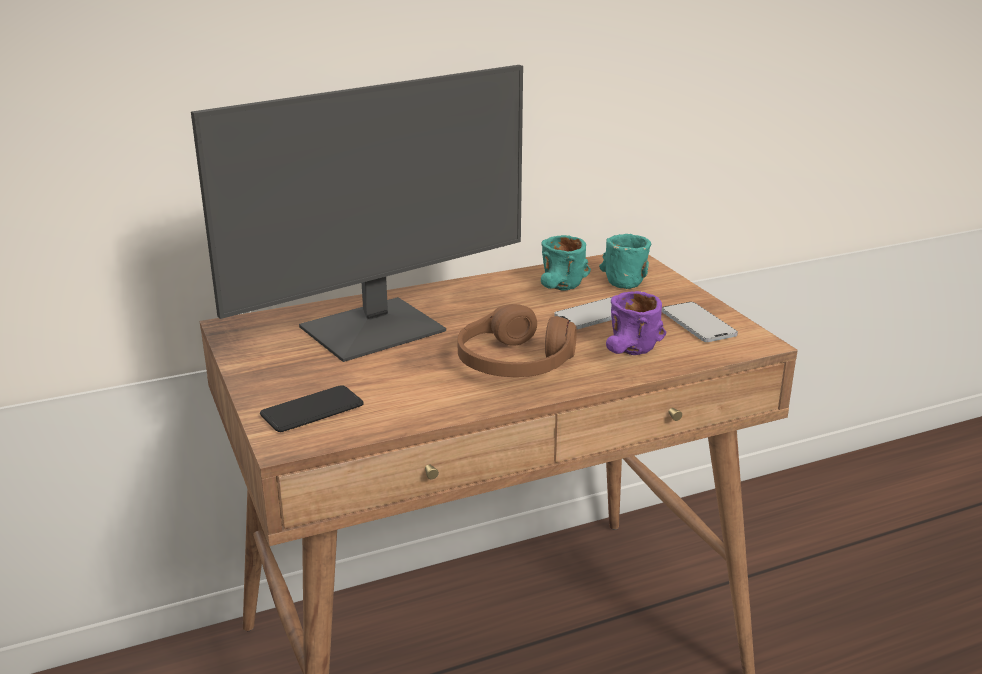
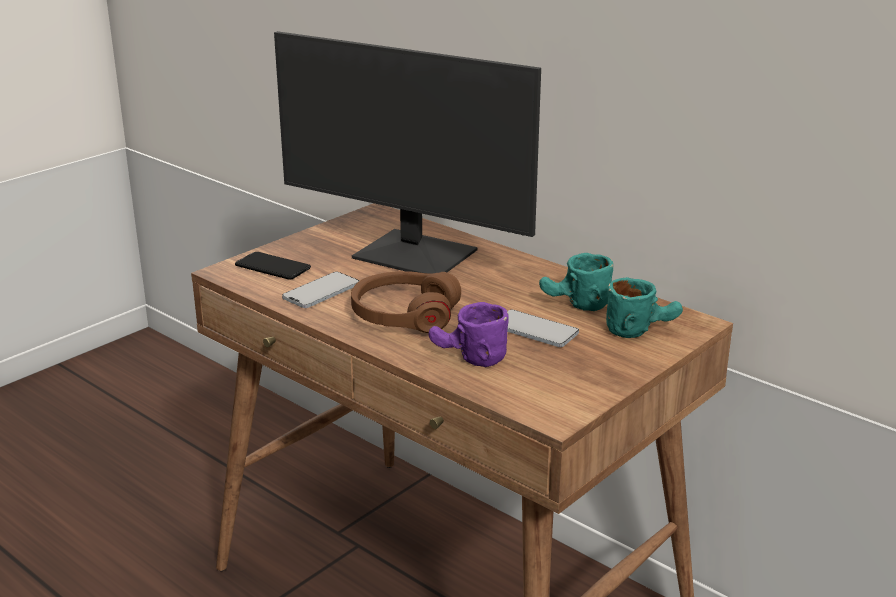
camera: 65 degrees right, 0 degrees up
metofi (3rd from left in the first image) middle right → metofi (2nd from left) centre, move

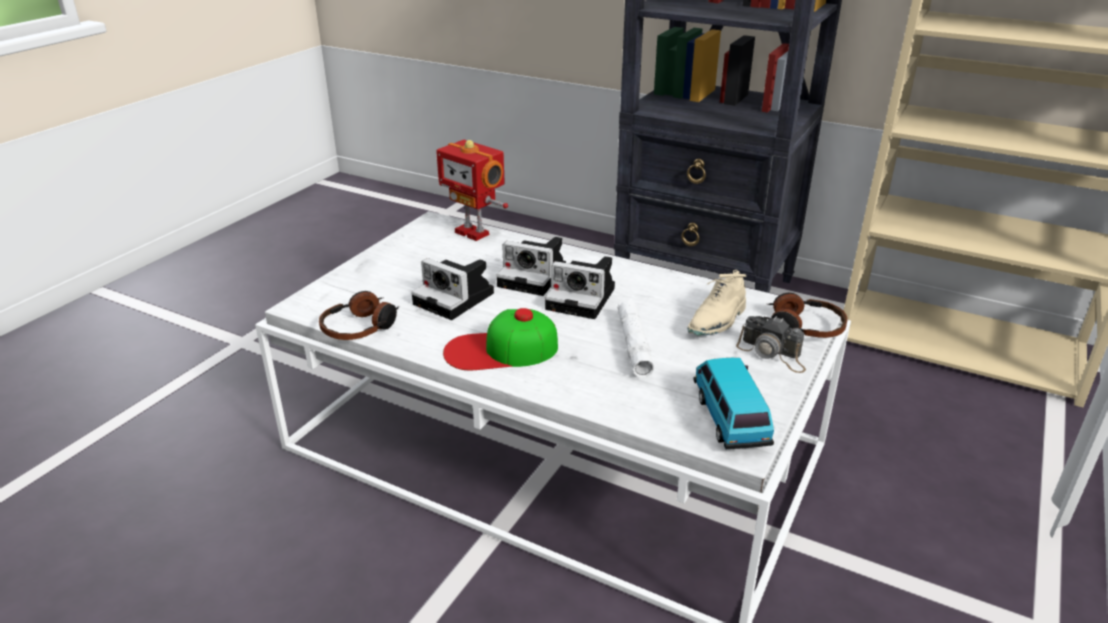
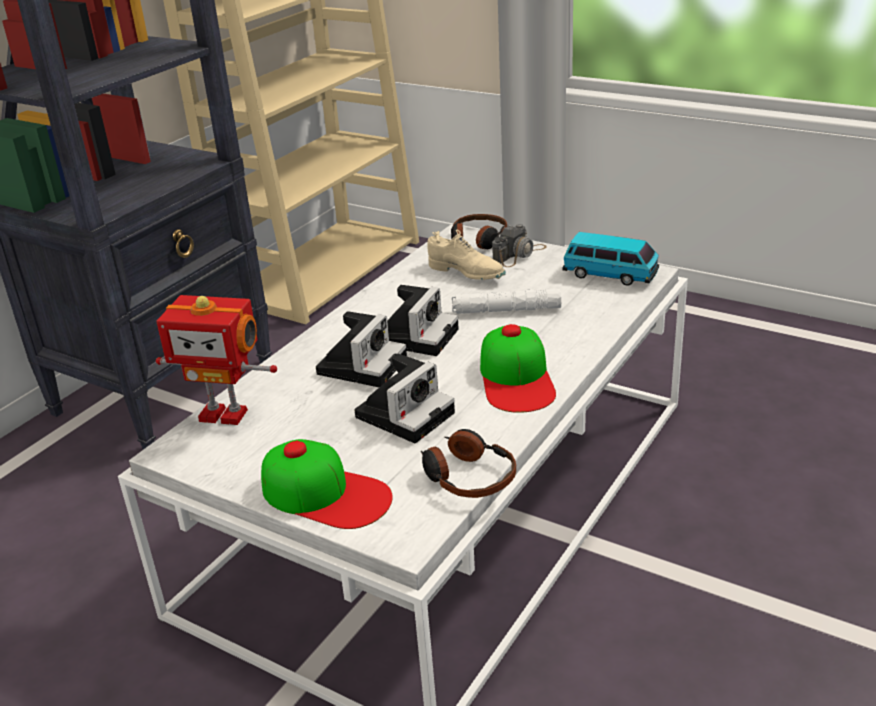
camera: 85 degrees left, 0 degrees up
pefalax top centre → pefalax middle left, 60 degrees clockwise
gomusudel centre → gomusudel middle right, 150 degrees counterclockwise
- → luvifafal (1st from left) bottom centre

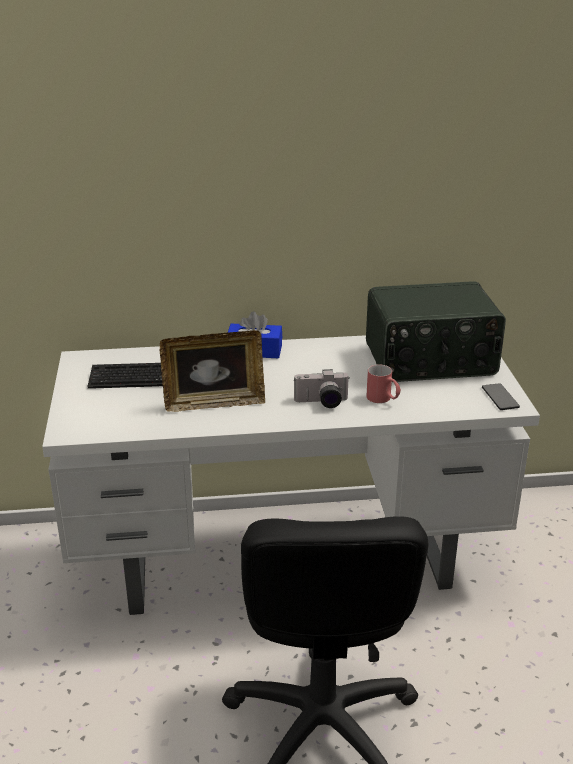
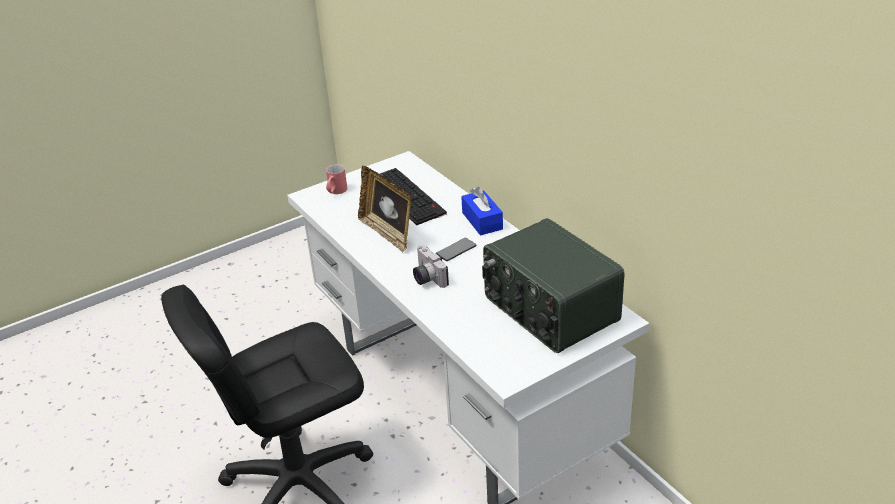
camera: 65 degrees right, 5 degrees up
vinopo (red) middle right → vinopo (red) centre, move
metofi middle right → metofi centre, move

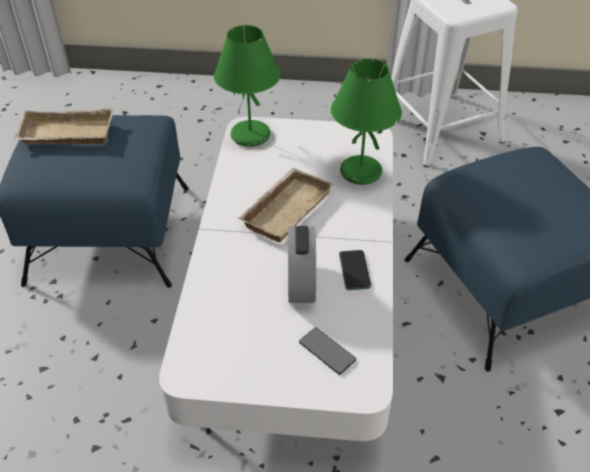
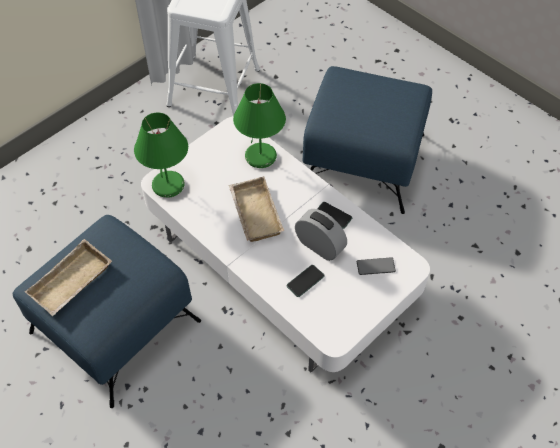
camera: 50 degrees left, 10 degrees up
- → metofi (1st from left) centre

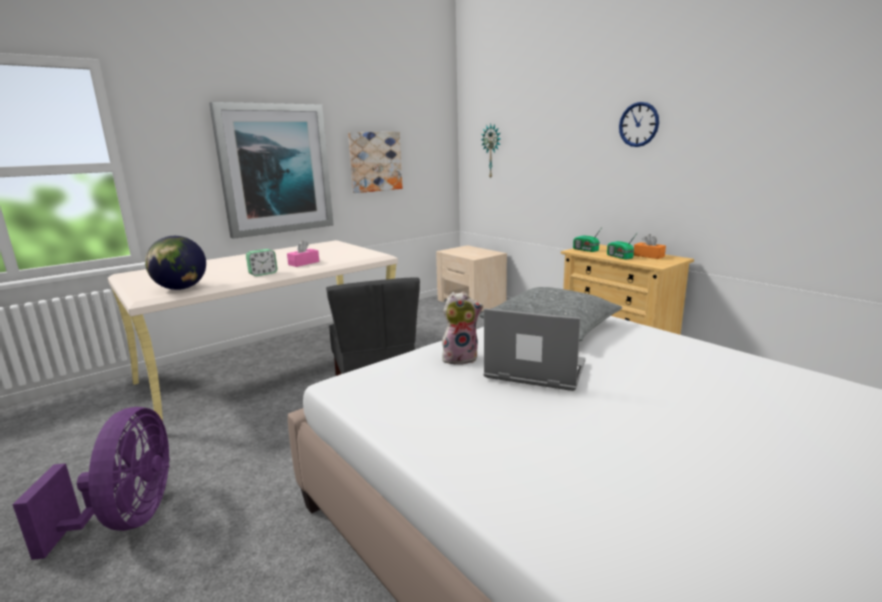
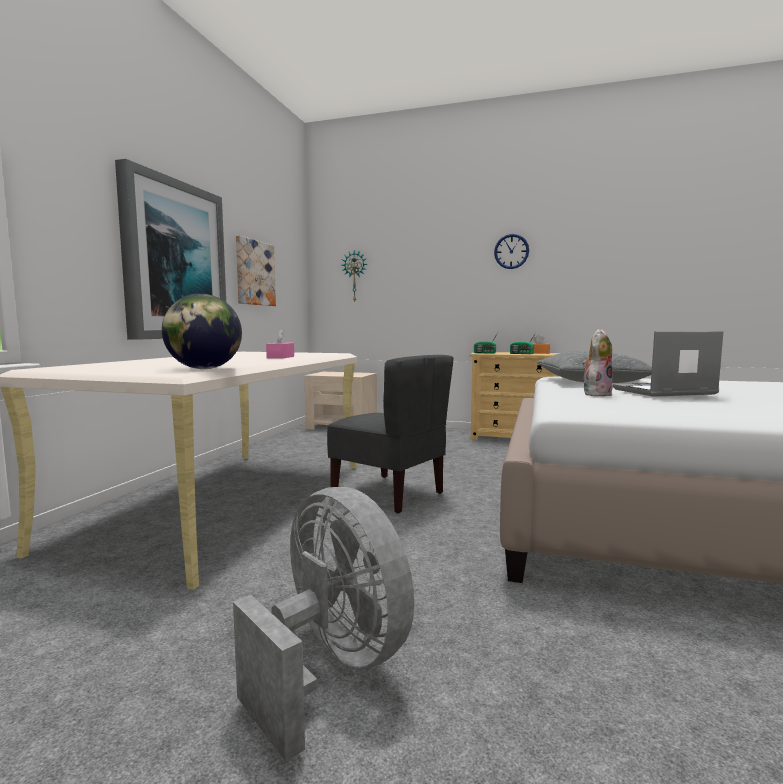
camera: 35 degrees left, 10 degrees down
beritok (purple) bottom left → beritok (grey) bottom centre
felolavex middle left → -

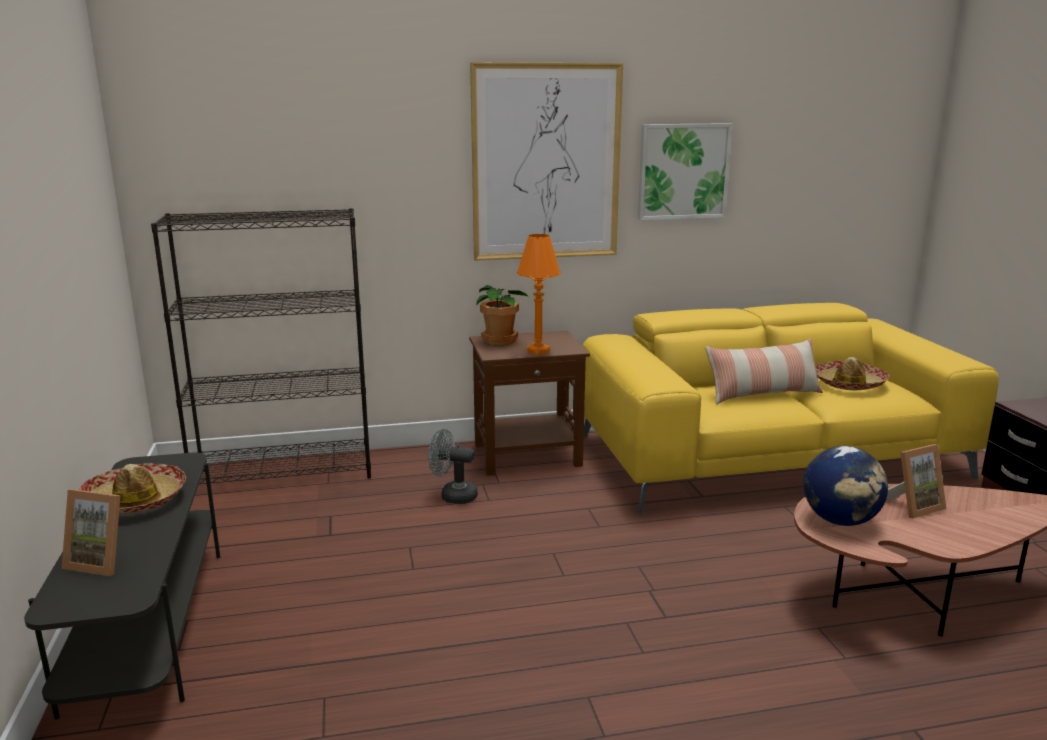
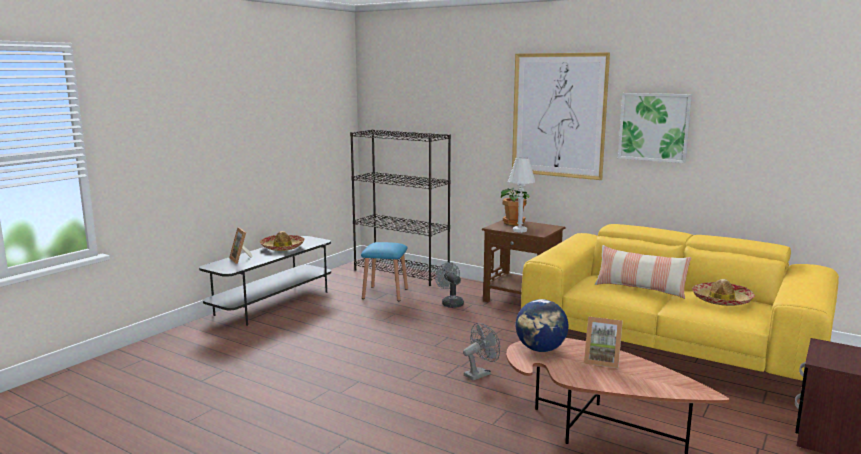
camera: 45 degrees right, 5 degrees down
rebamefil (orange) centre → rebamefil (white) centre
- → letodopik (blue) centre
- → beritok (grey) (2nd from left) bottom centre

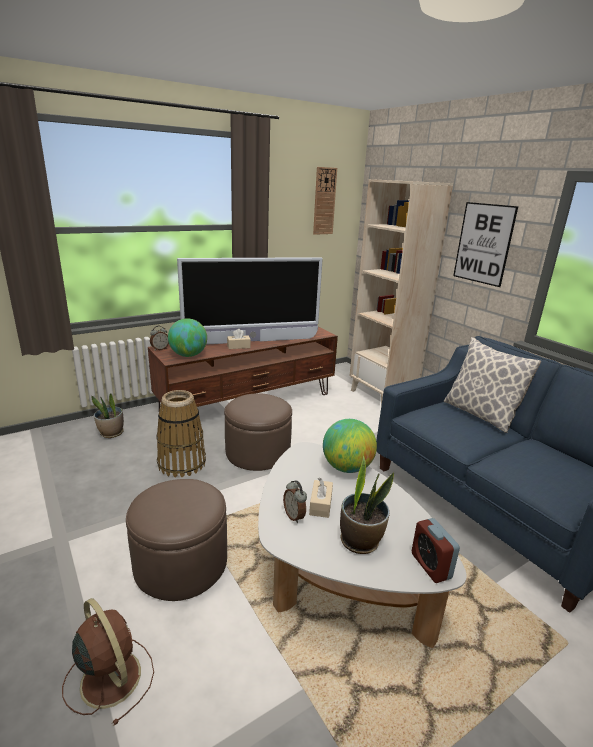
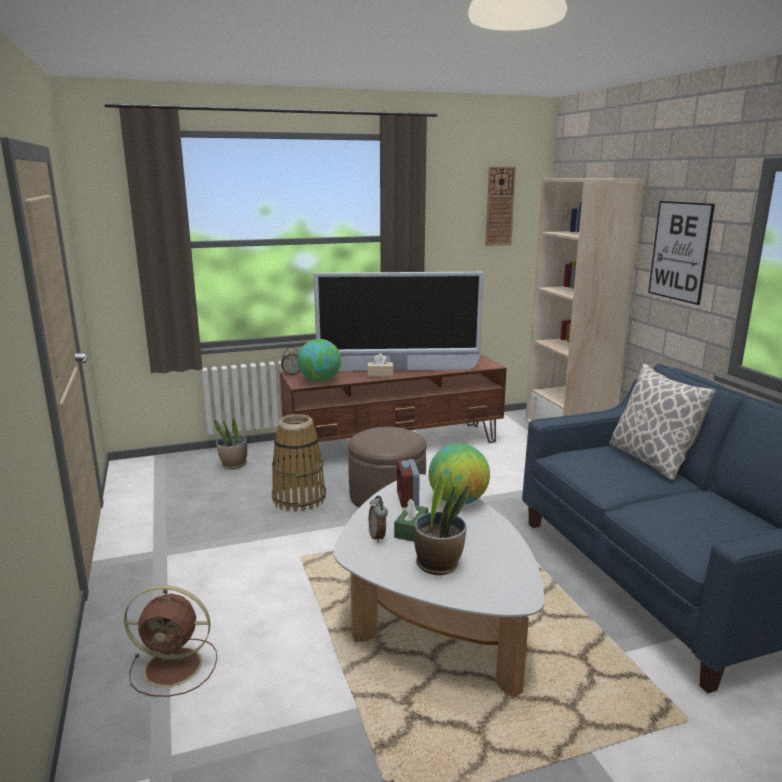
camera: 15 degrees right, 5 degrees down
beritok (brown) bottom left, 120 degrees clockwise
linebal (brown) (1st from left) bottom left → -
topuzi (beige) (2nd from left) bottom centre → topuzi (green) centre
felolavex (3rd from left) bottom right → felolavex (3rd from left) centre, move

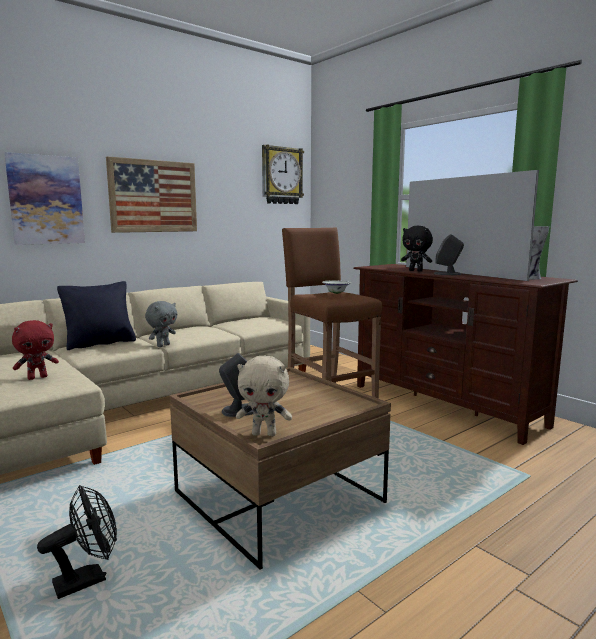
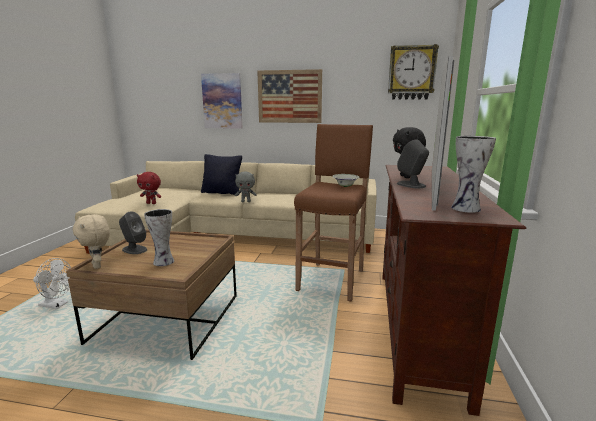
camera: 50 degrees right, 5 degrees up
beritok (black) bottom left → beritok (white) bottom left
- → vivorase (1st from left) middle left

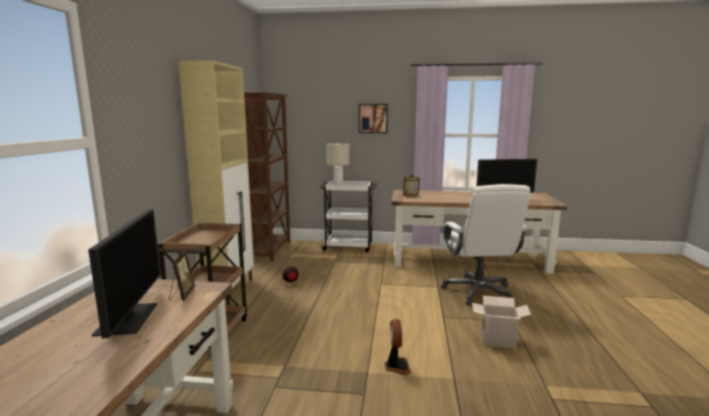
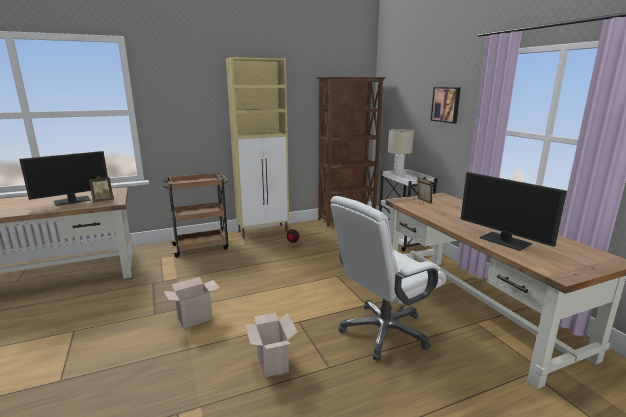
camera: 60 degrees right, 5 degrees up
beritok (2nd from left) bottom centre → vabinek (1st from left) bottom left

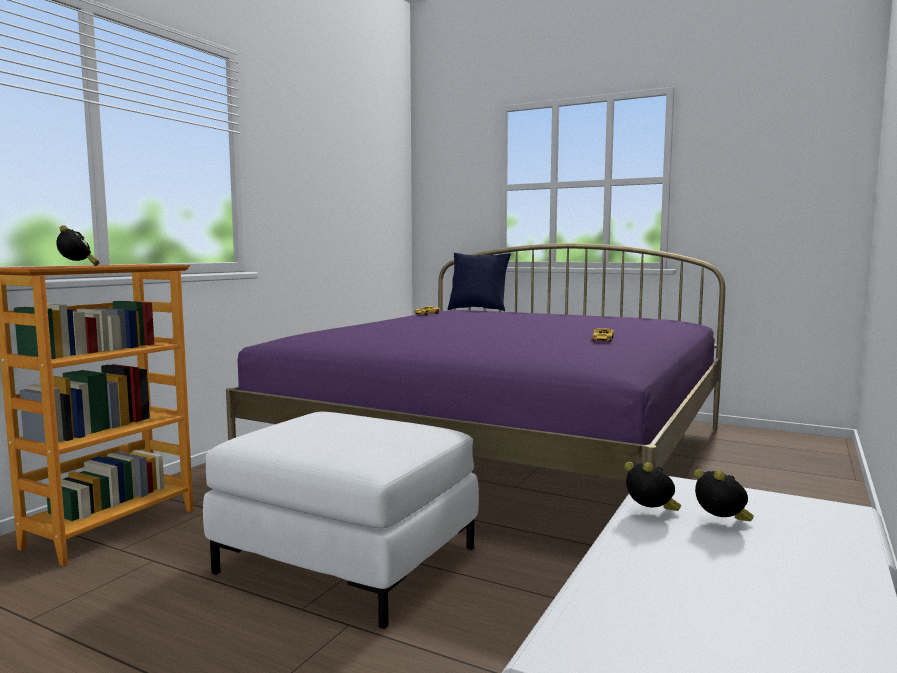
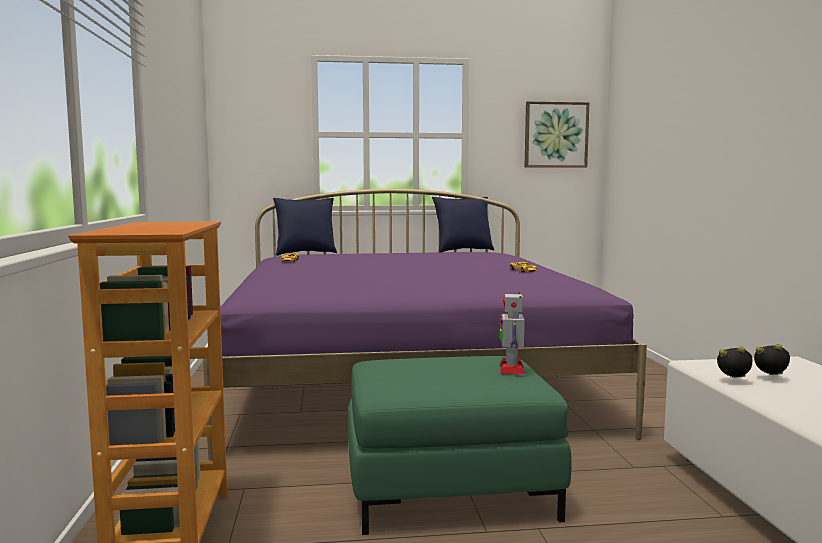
camera: 35 degrees left, 0 degrees up
felolavex (1st from left) middle left → -
linebal (white) bottom centre → linebal (green) bottom centre
- → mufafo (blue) (2nd from left) centre
- → pefalax centre
- → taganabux top right

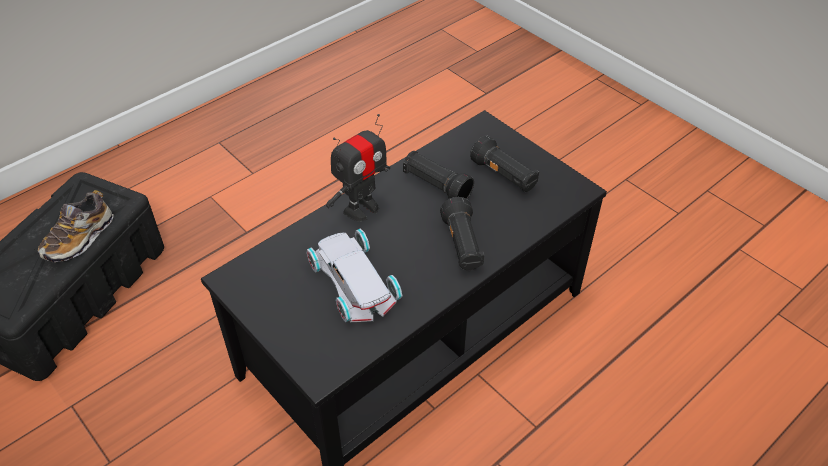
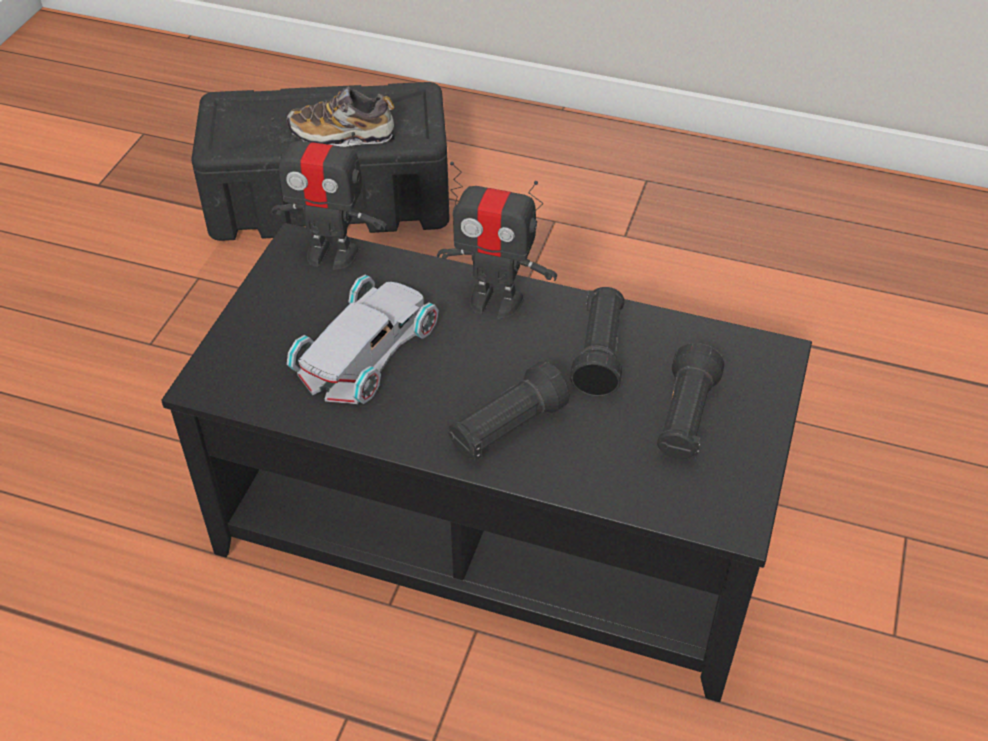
camera: 60 degrees right, 0 degrees up
- → pefalax (1st from left) top left

